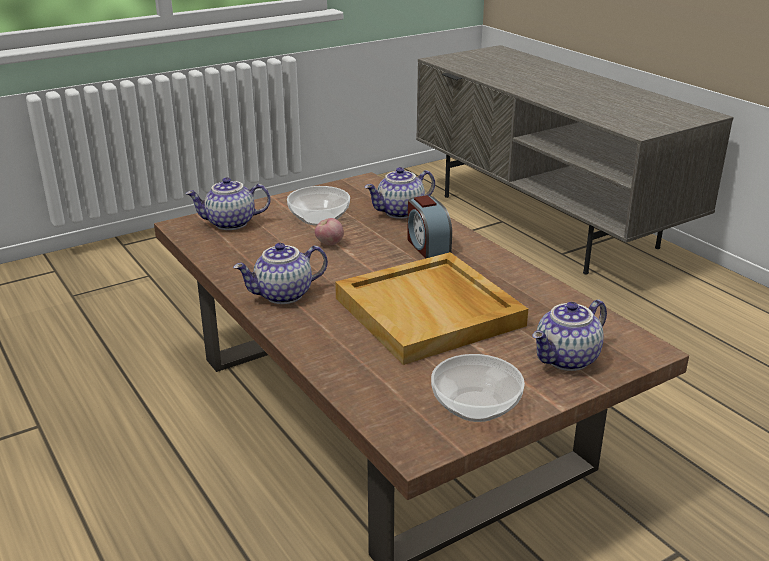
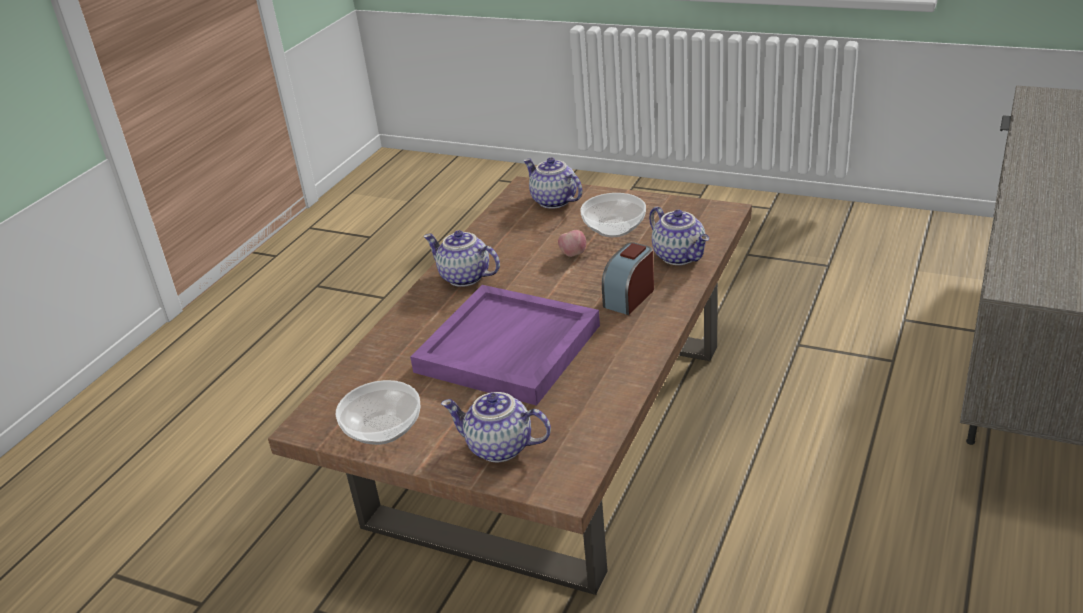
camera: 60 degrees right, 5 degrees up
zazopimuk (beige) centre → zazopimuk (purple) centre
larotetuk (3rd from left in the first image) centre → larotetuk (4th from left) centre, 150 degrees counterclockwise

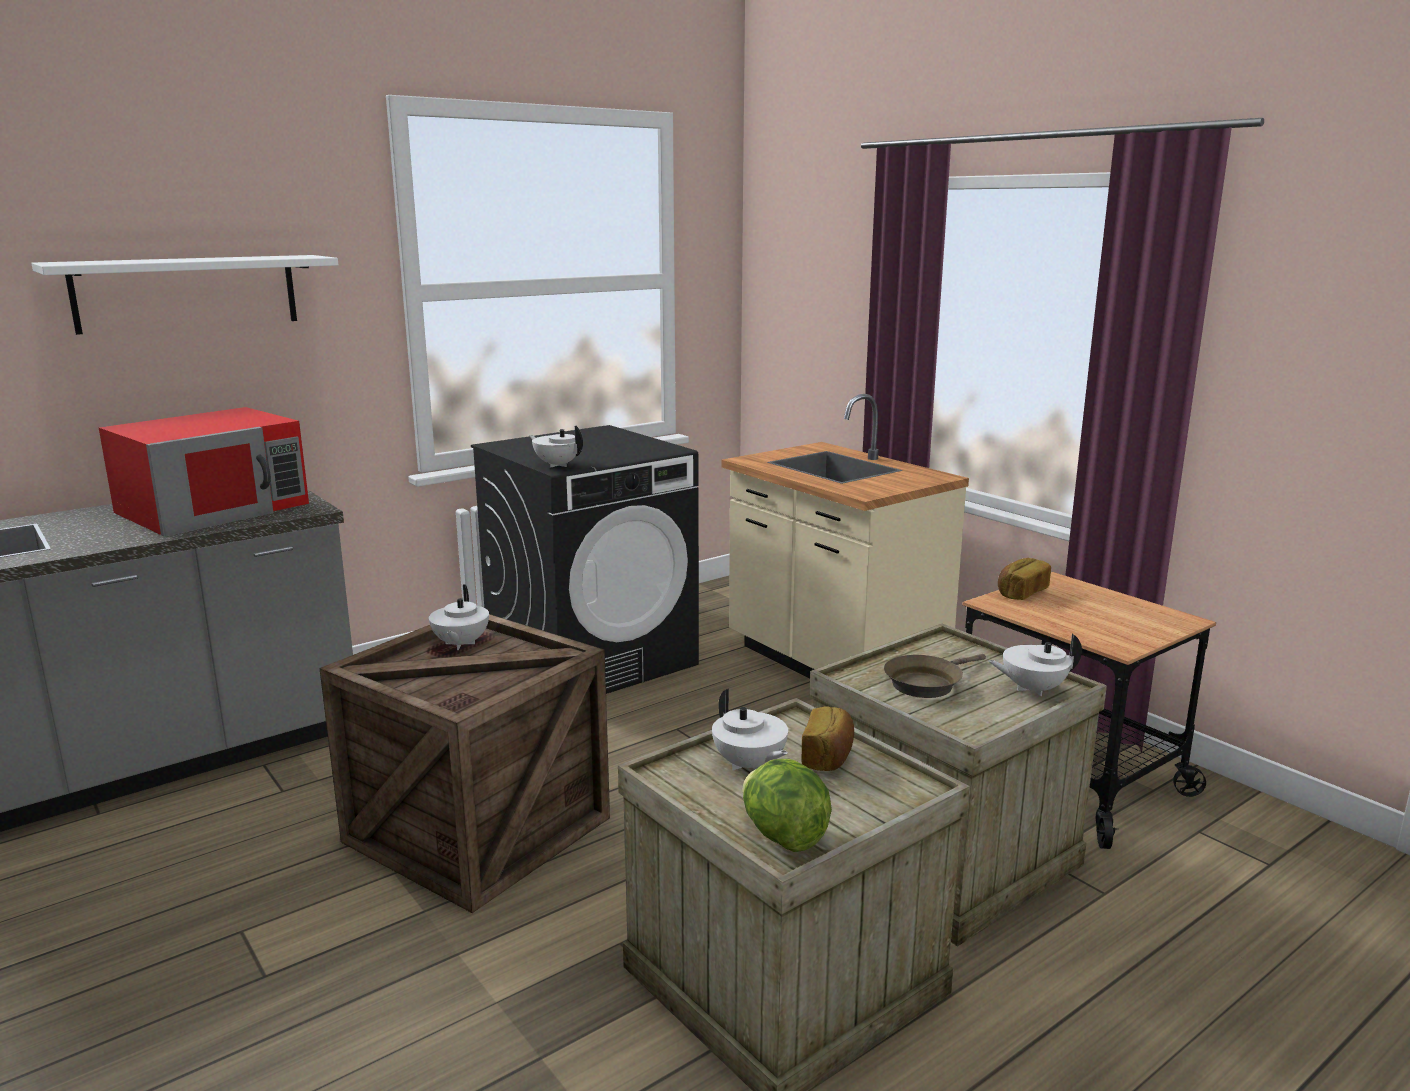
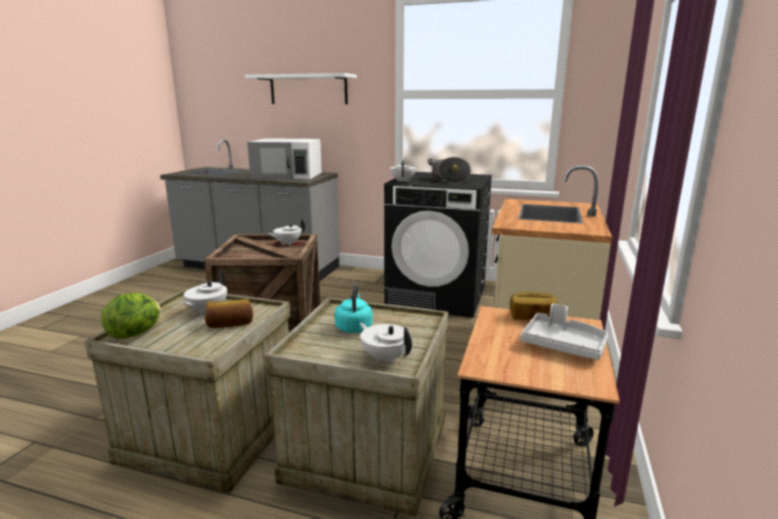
camera: 55 degrees right, 0 degrees up
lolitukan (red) middle left → lolitukan (white) top centre
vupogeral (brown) centre → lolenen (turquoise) centre
- → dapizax top centre
- → zazopimuk (grey) middle right

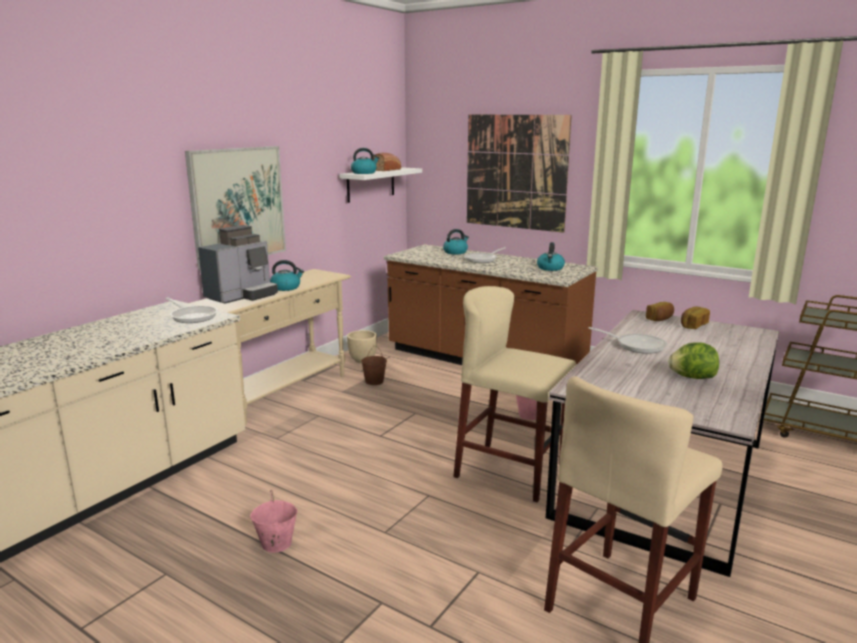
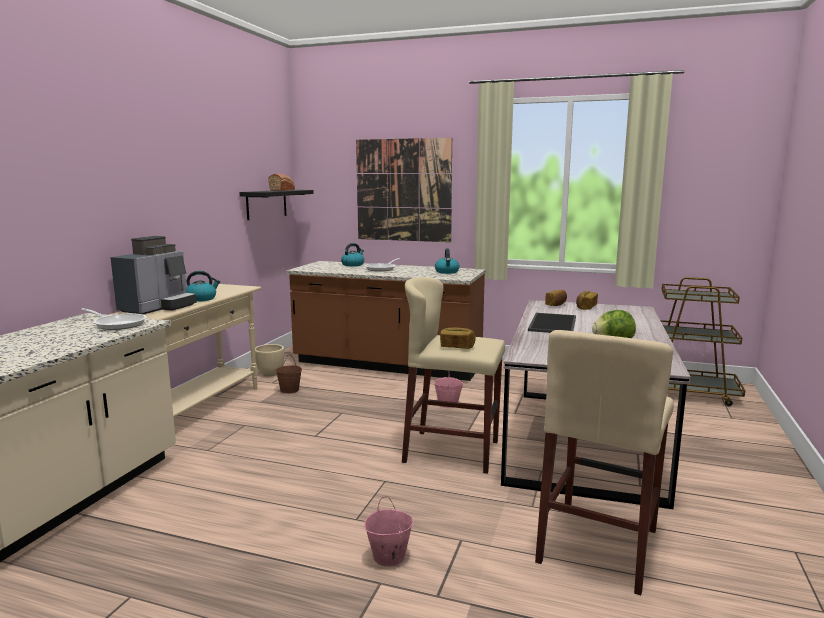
camera: 15 degrees left, 5 degrees down
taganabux (1st from left) top left → -
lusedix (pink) (1st from left) bottom left → lusedix (pink) (1st from left) bottom centre, move
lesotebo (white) top centre → lesotebo (black) top centre
lolenen (2nd from left) top centre → -
vupogeral (3rd from left) middle right → zazopimuk middle right
- → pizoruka (2nd from left) centre

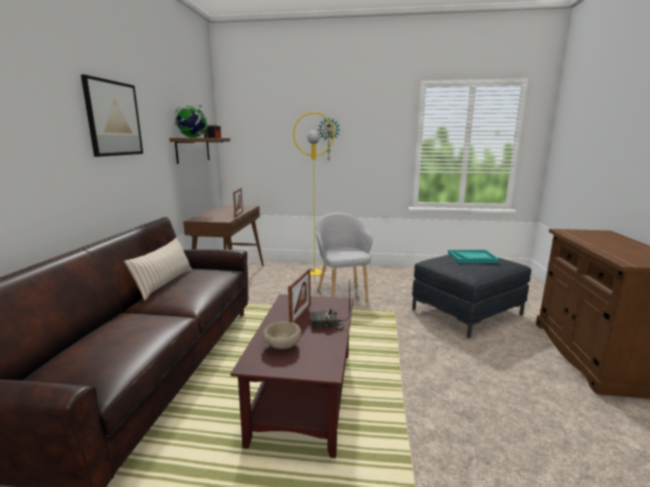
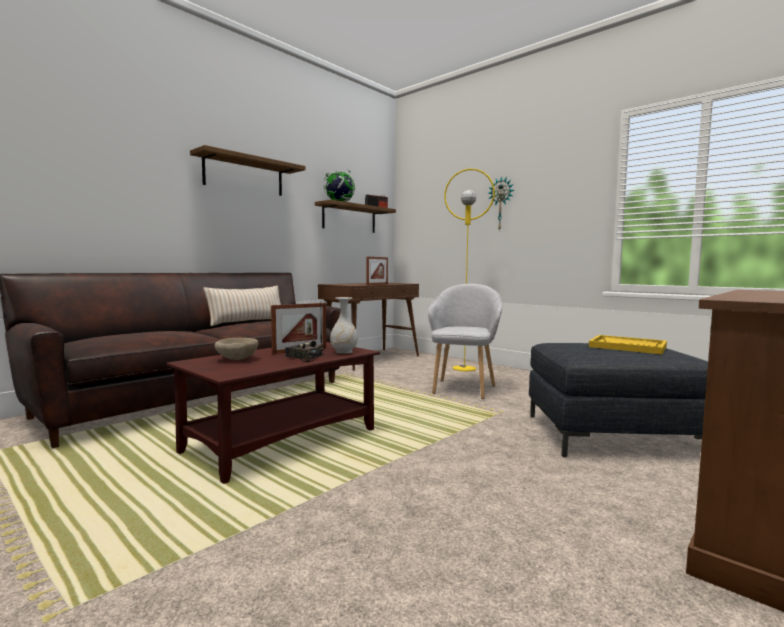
camera: 35 degrees right, 10 degrees down
taganabux top left → lesotebo (1st from left) top left
zazopimuk (turquoise) middle right → zazopimuk (yellow) middle right
- → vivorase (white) centre

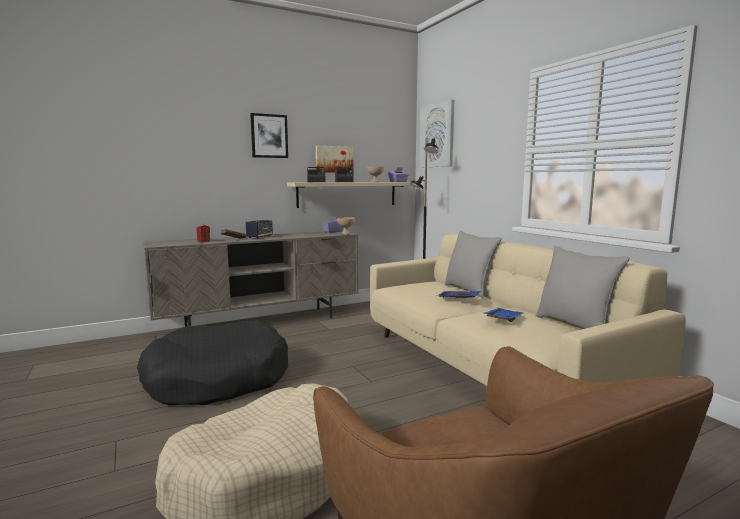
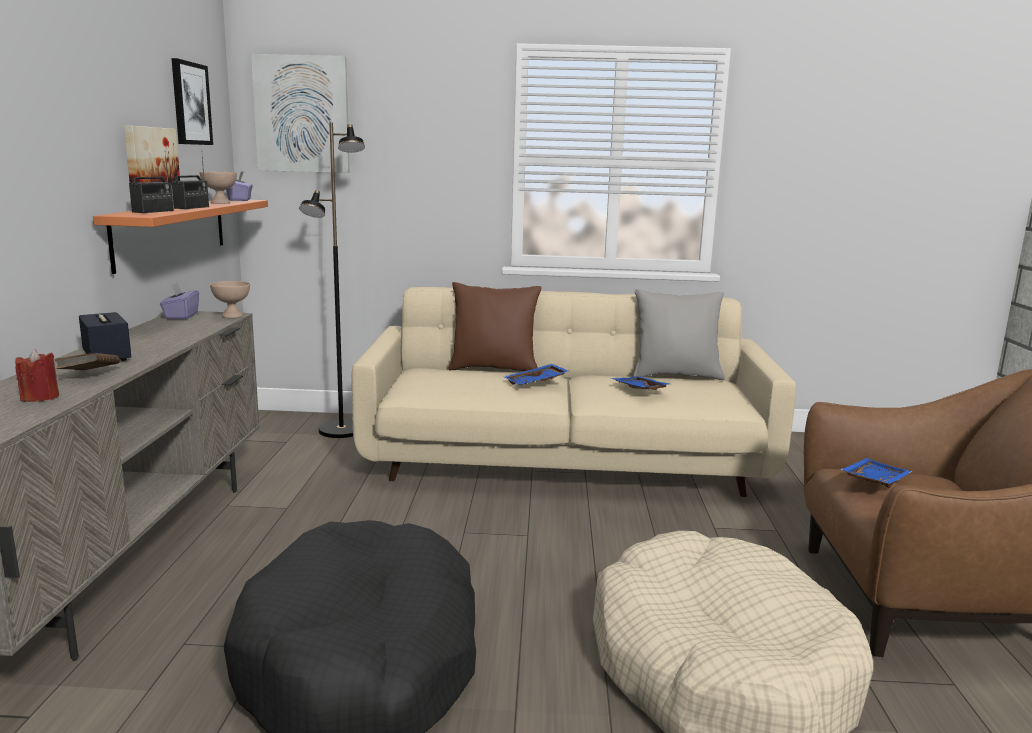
camera: 60 degrees left, 5 degrees up
taganabux (1st from left in the first image) top centre → taganabux (2nd from left) top left, move
lesotebo (beige) centre → lesotebo (orange) top left
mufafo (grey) (1st from left) centre → mufafo (brown) centre
- → zazopimuk (blue) (3rd from left) middle right

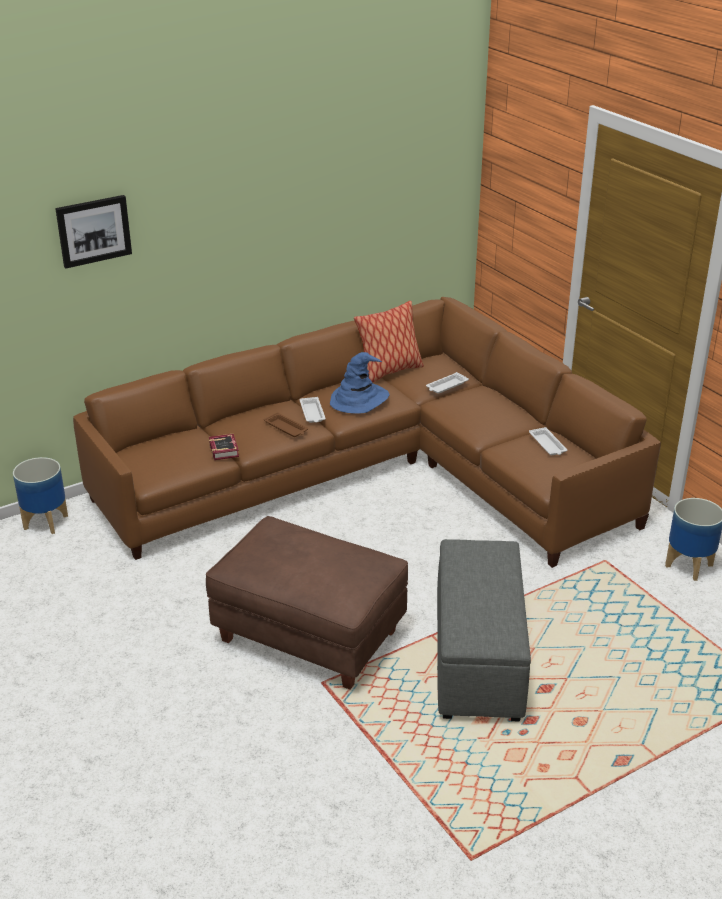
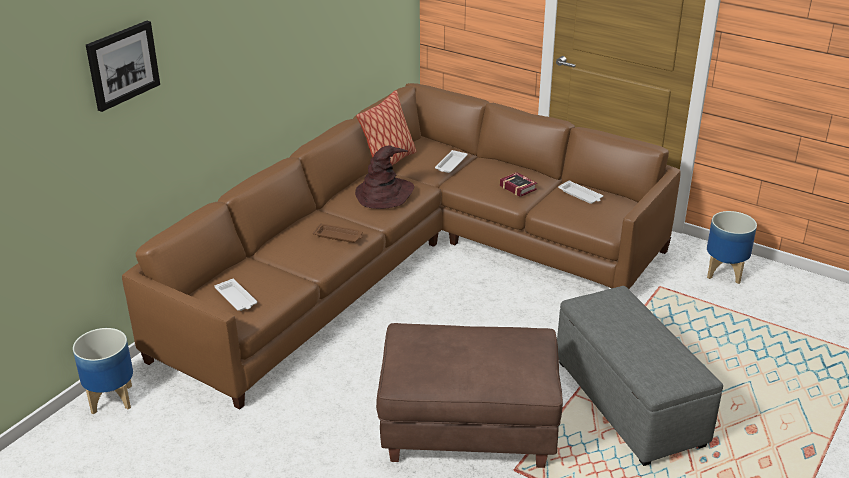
camera: 25 degrees left, 0 degrees up
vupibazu middle left → vupibazu centre, move
zazopimuk (white) (1st from left) centre → zazopimuk (white) (1st from left) middle left, move
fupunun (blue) centre → fupunun (brown) centre

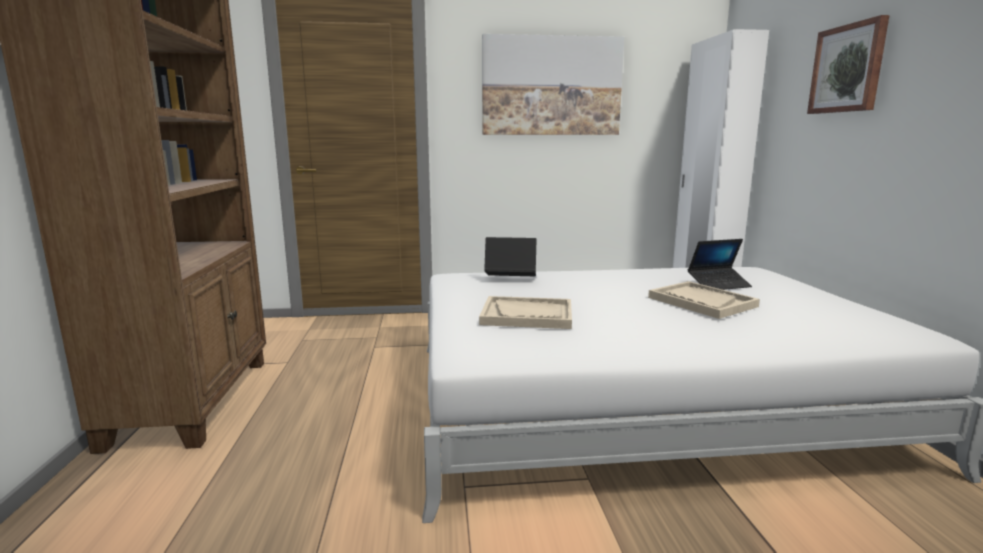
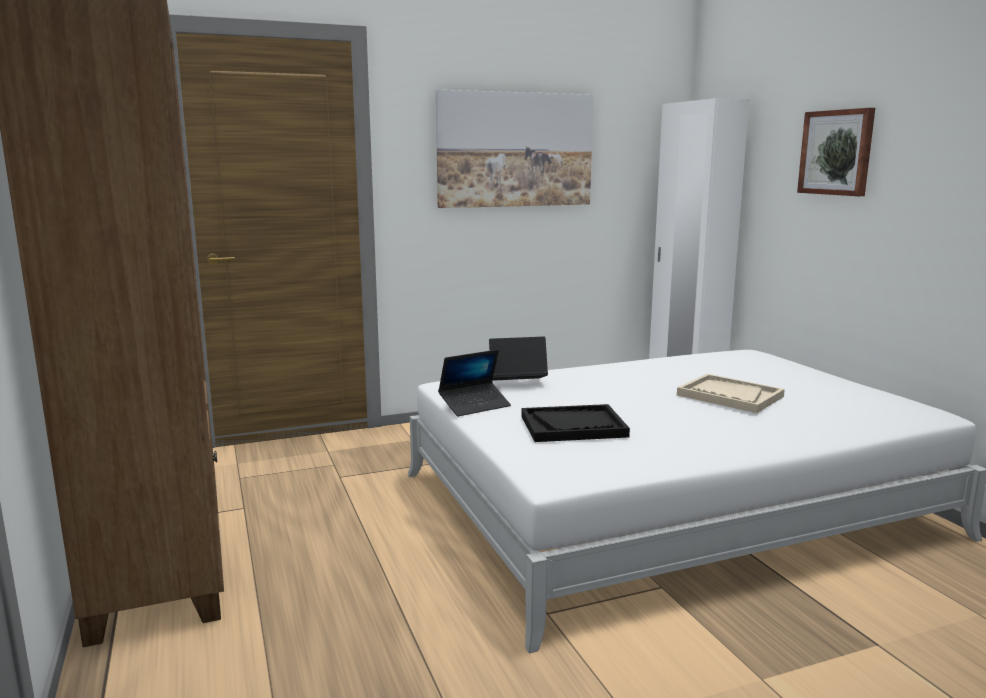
camera: 15 degrees left, 0 degrees up
zazopimuk (beige) (1st from left) centre → zazopimuk (black) centre
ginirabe (2nd from left in the first image) middle right → ginirabe (1st from left) centre, move

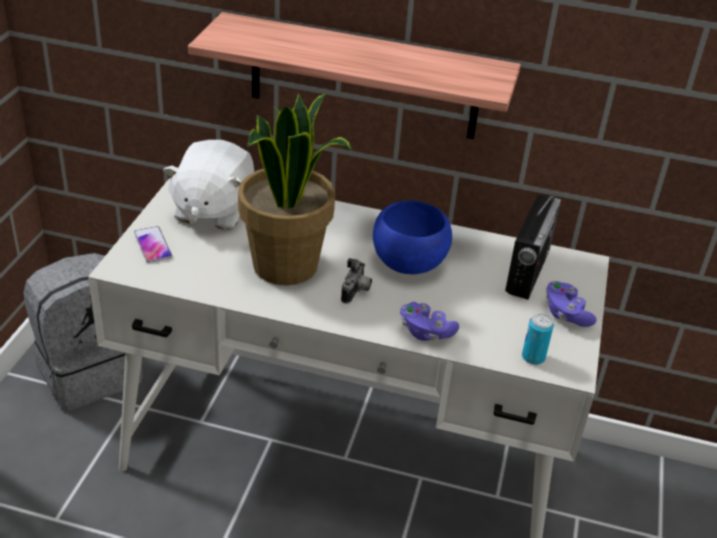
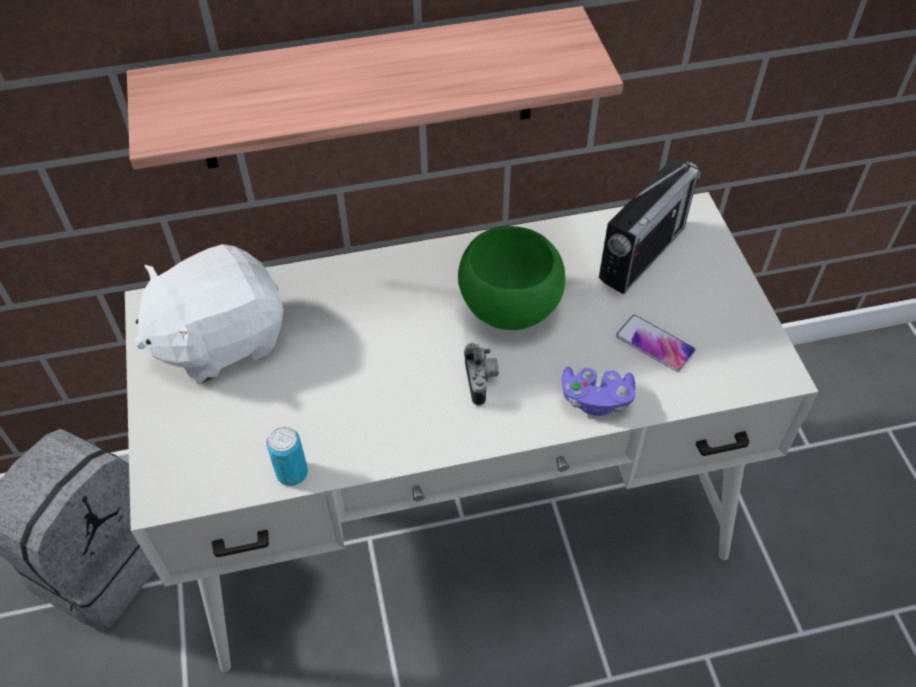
camera: 25 degrees left, 15 degrees up
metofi middle left → metofi middle right, move
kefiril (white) middle left, 75 degrees clockwise
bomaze centre → -
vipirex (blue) centre → vipirex (green) centre
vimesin middle right → vimesin top right, 45 degrees clockwise
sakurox middle right → sakurox middle left, move
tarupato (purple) (2nd from left) middle right → -

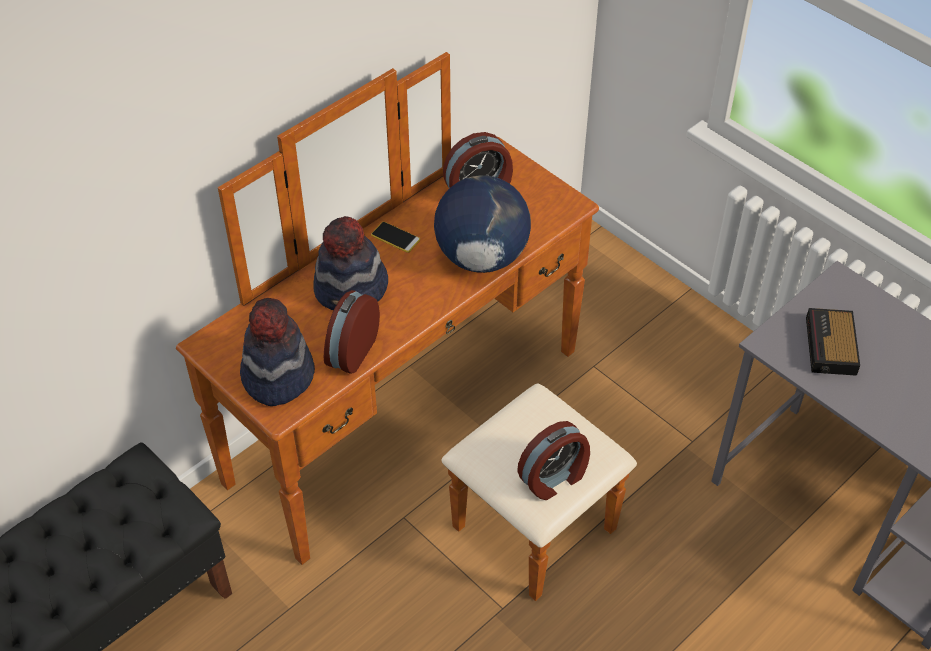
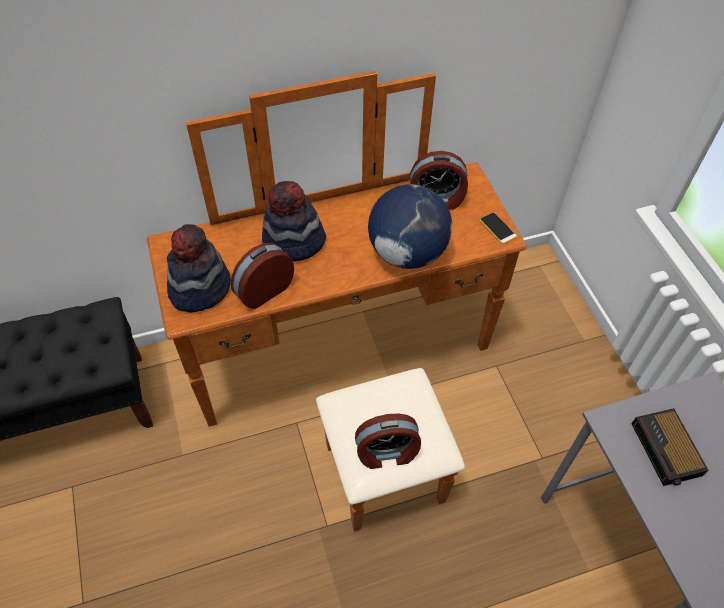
camera: 25 degrees right, 5 degrees up
metofi centre → metofi middle right, move
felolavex (4th from left) middle right → felolavex (4th from left) bottom right, 45 degrees counterclockwise

